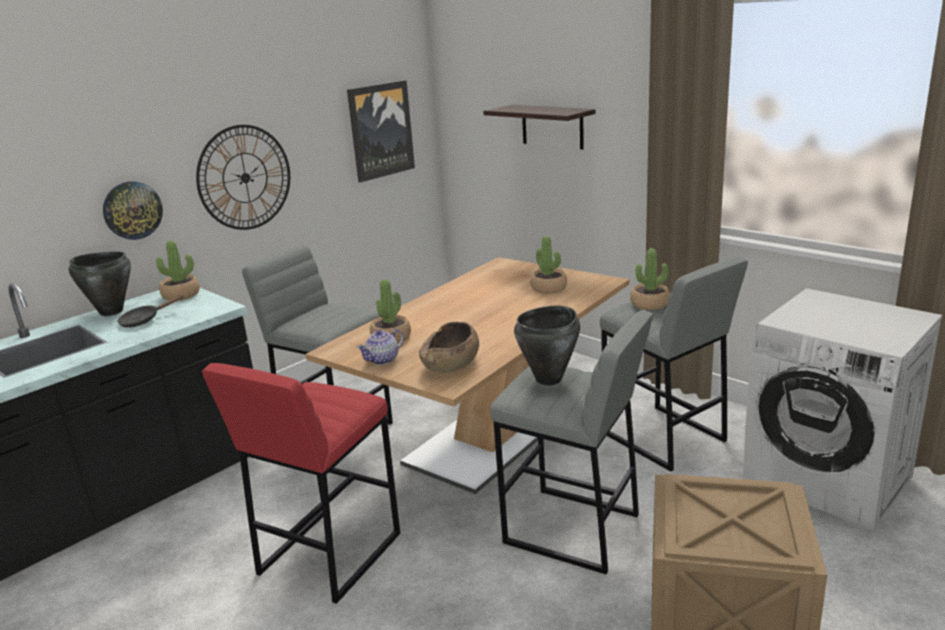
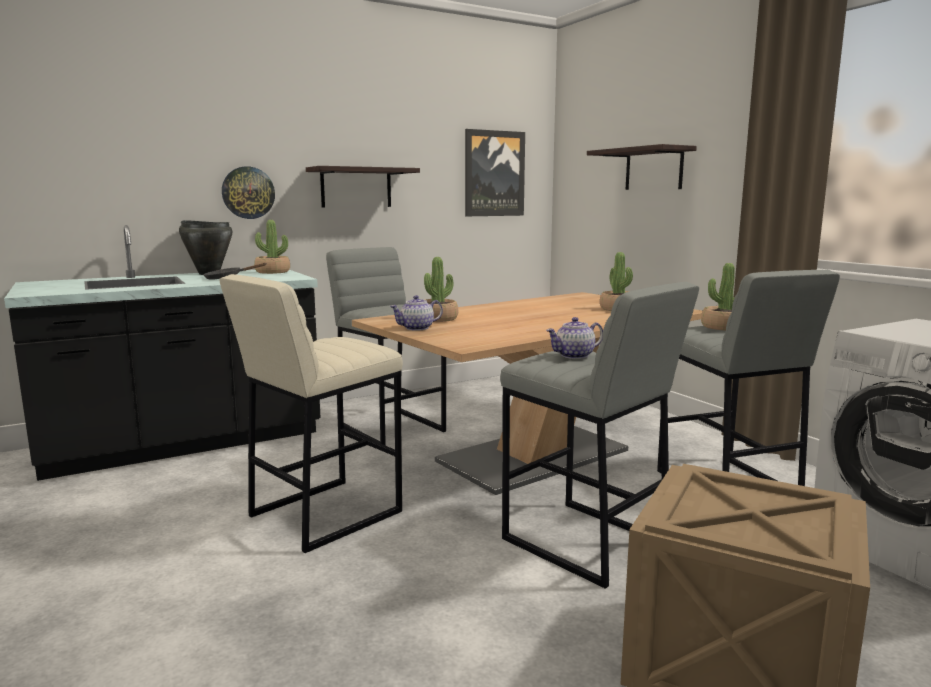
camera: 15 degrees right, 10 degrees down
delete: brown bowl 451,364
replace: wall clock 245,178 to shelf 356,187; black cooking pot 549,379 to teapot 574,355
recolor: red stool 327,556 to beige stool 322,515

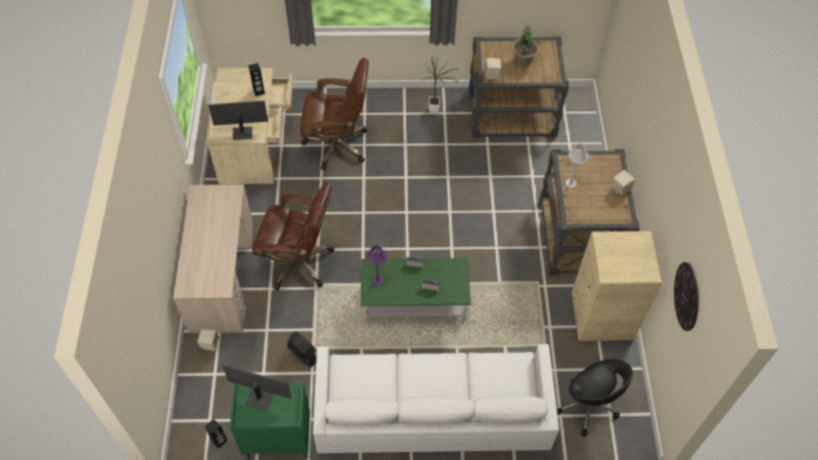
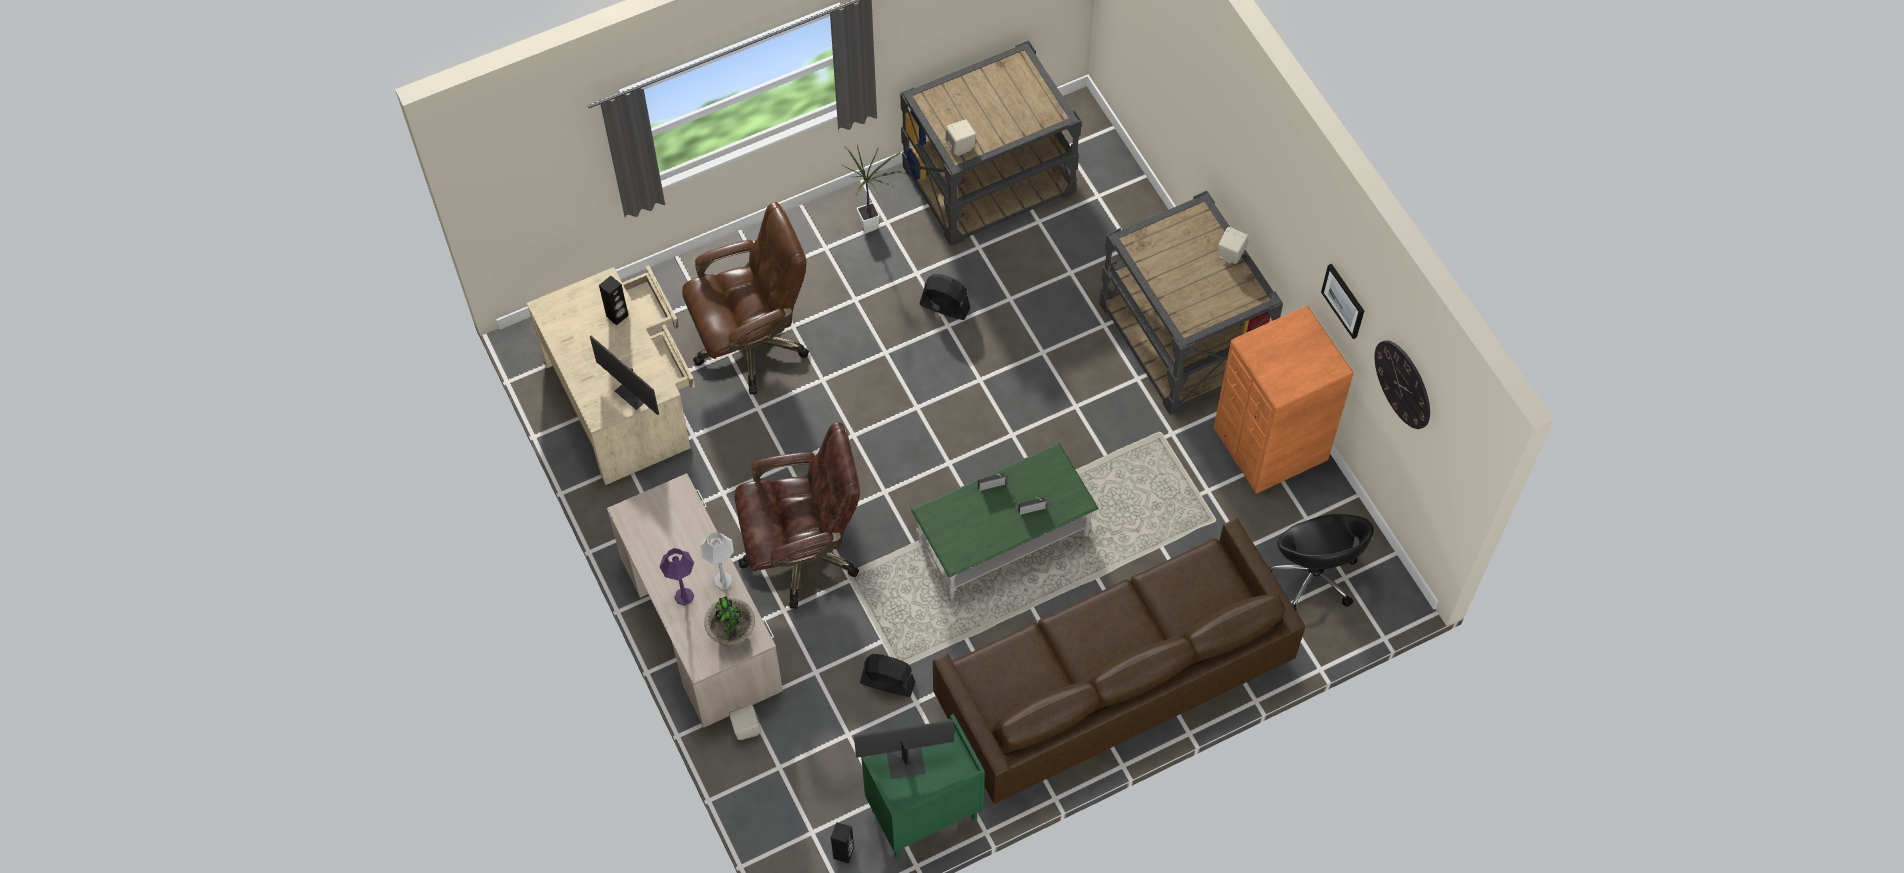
camera: 25 degrees left, 5 degrees up
insert: black fan 944,306; picture 1344,300
move: purple table lamp 377,280 to 684,596; grey table lamp 570,183 to 723,581; potted plant 523,60 to 732,634
recolor: white sofa 432,414 to brown sofa 1112,684; beige dresser 601,316 to orange dresser 1270,444
rotate: monitor 242,132 = 634,393 105 degrees counterclockwise; black office chair 588,407 = 1312,579 45 degrees clockwise

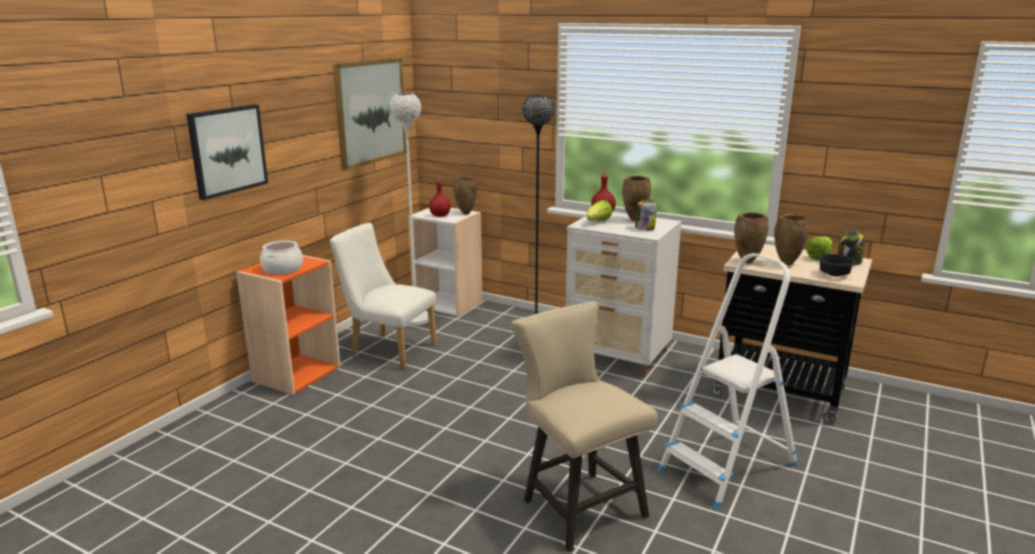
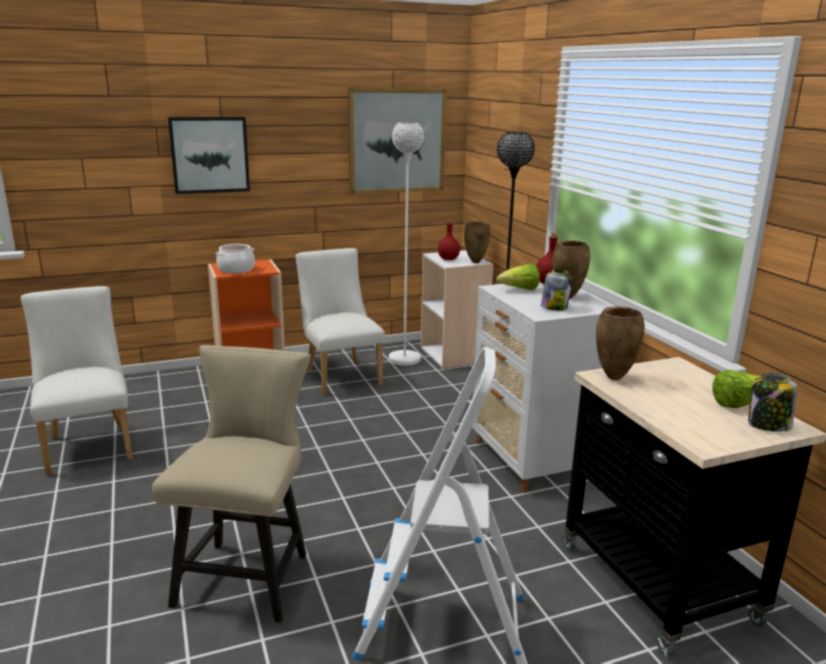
camera: 40 degrees right, 0 degrees up
delete: brown vase 786,264; black bowl 834,274
insert: white chair 89,444

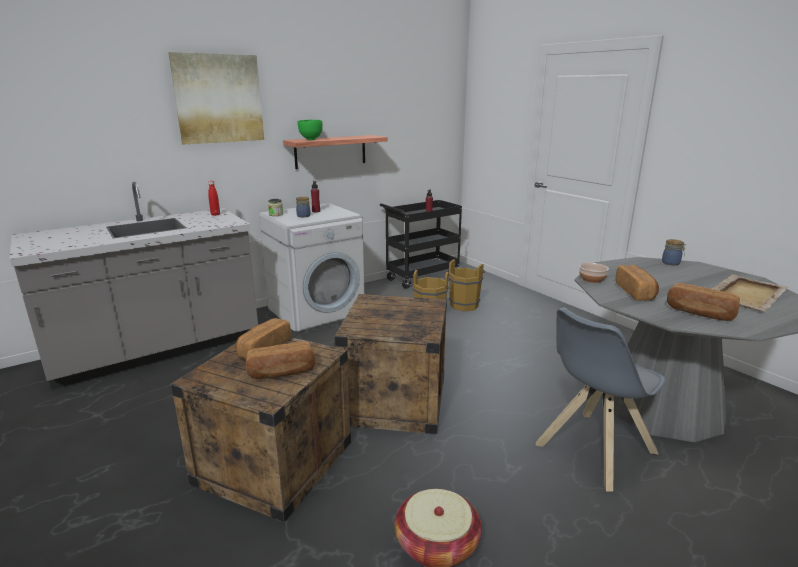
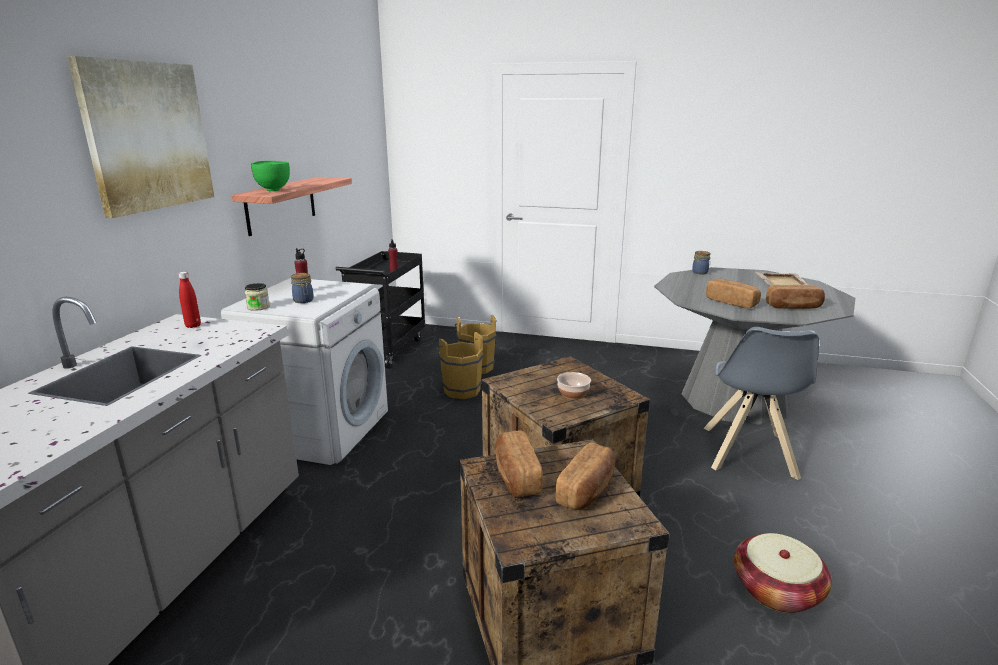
camera: 40 degrees left, 0 degrees up
move: bowl 591,279 to 572,394

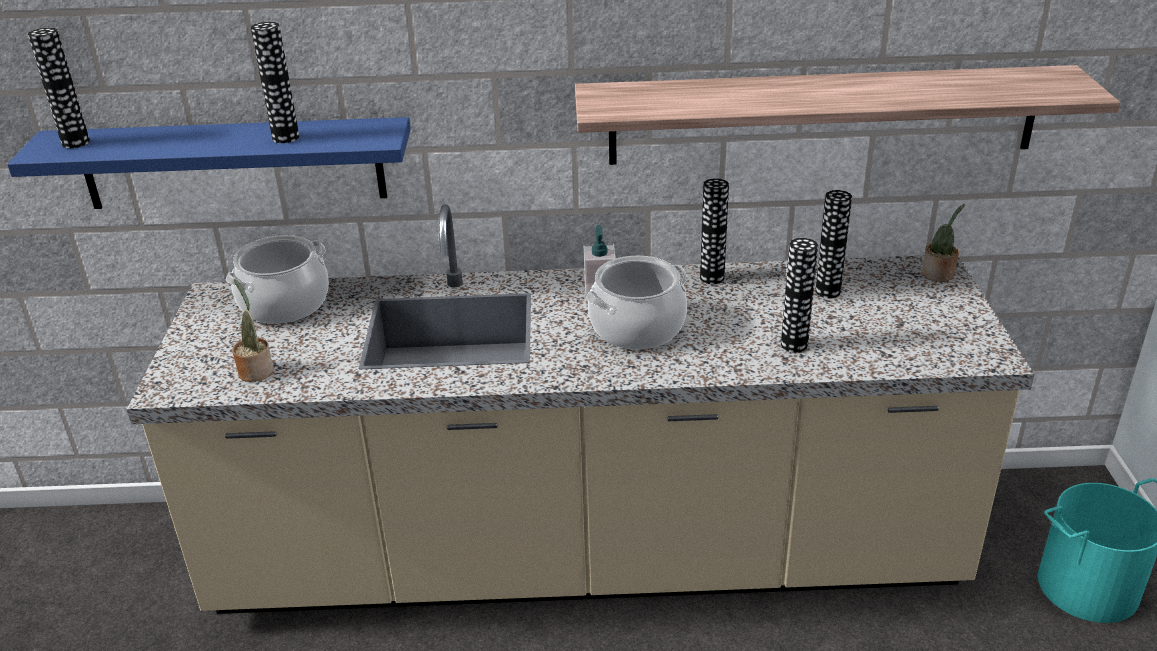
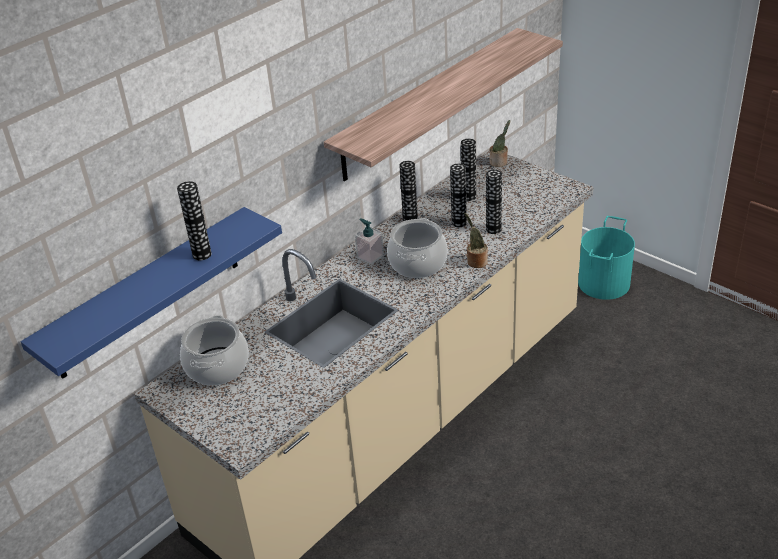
camera: 45 degrees left, 5 degrees up
move: vase 75,143 to 459,223; potted plant 256,370 to 475,261

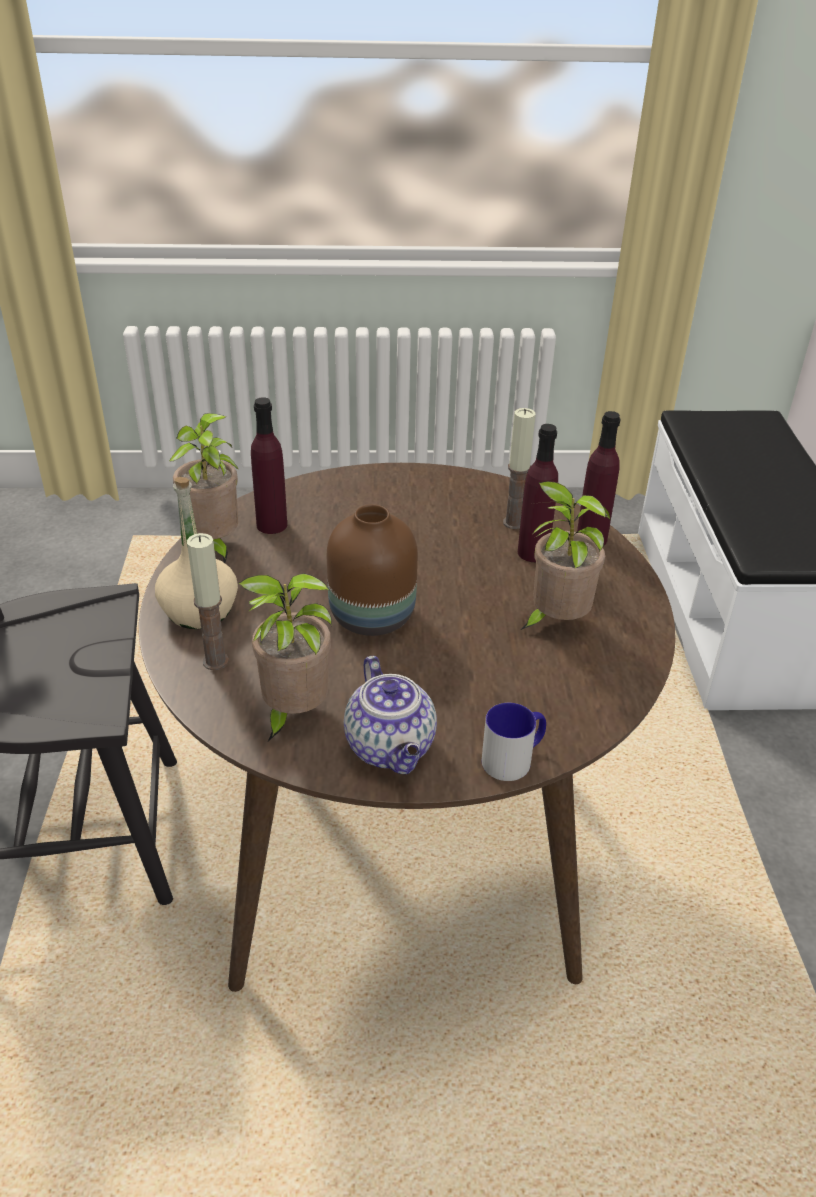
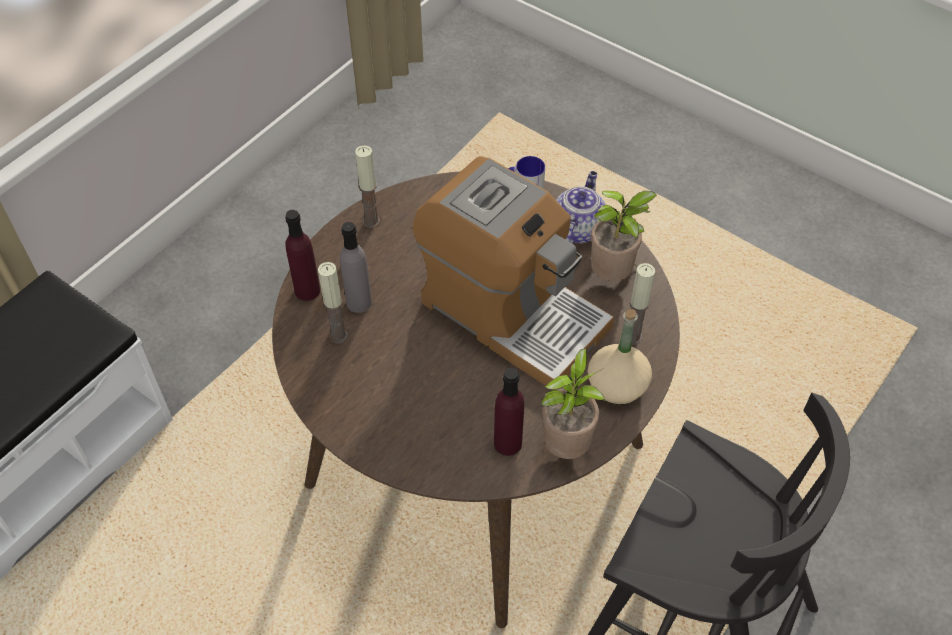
camera: 140 degrees left, 15 degrees up
delete: potted plant 554,622
insert: candle 371,221
replace: brown vase 374,617 to coffee machine 512,313
recolor: purple bottle 533,553 to grey bottle 359,302

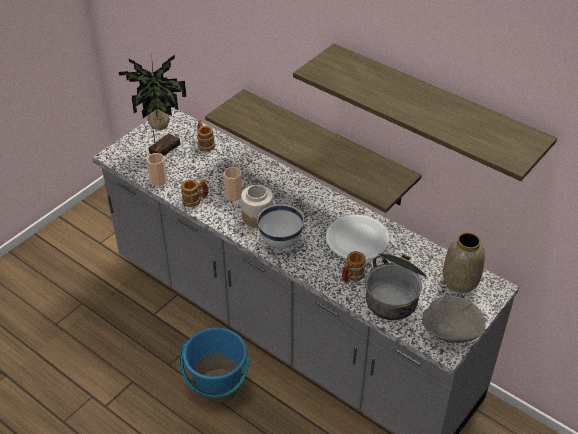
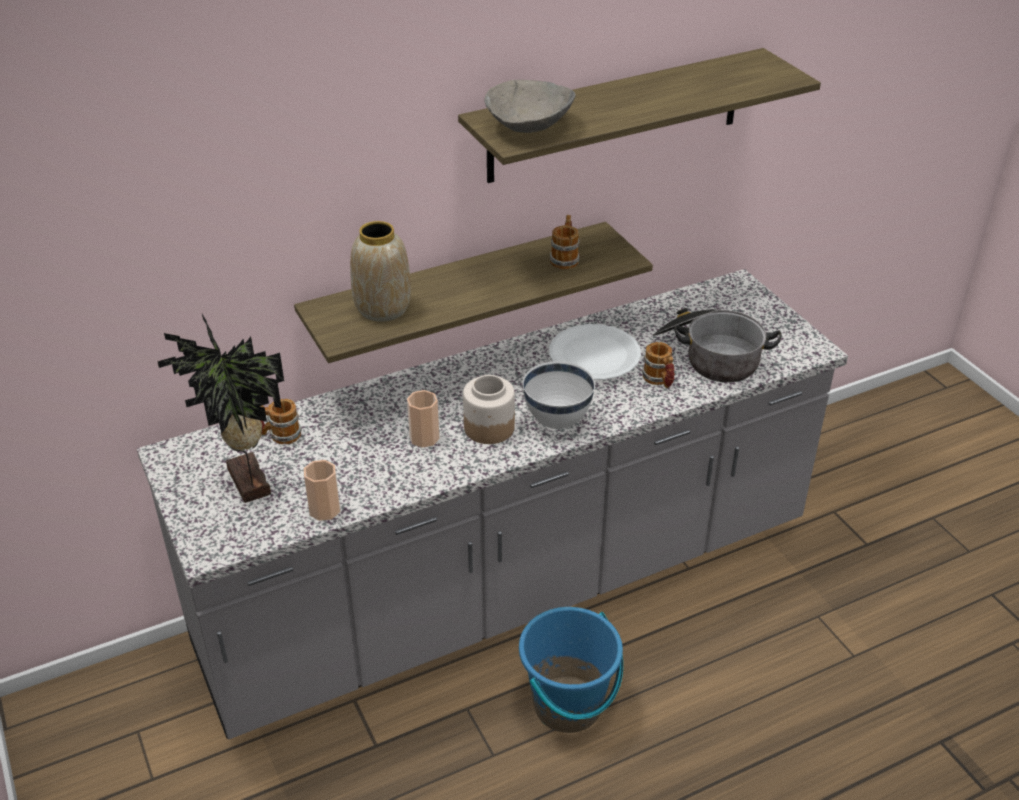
camera: 65 degrees left, 5 degrees down
move: vase 460,281 to 382,308; grey bowl 451,332 to 529,127; mug 195,200 to 565,258

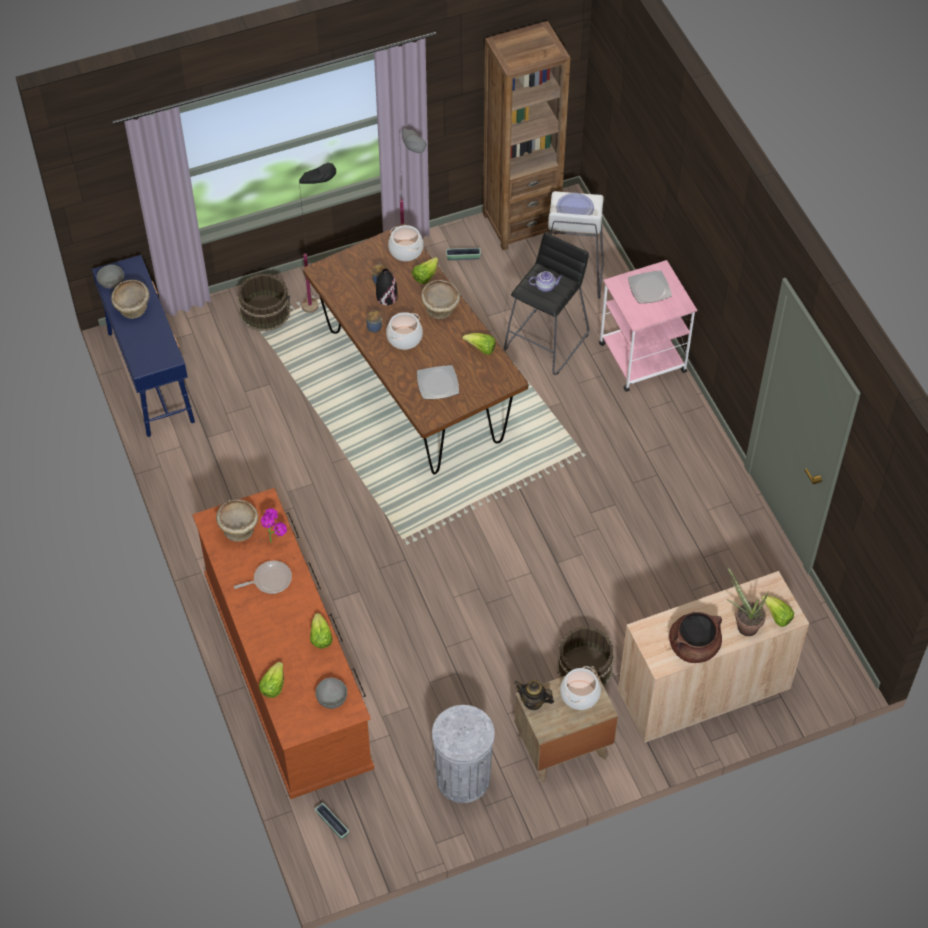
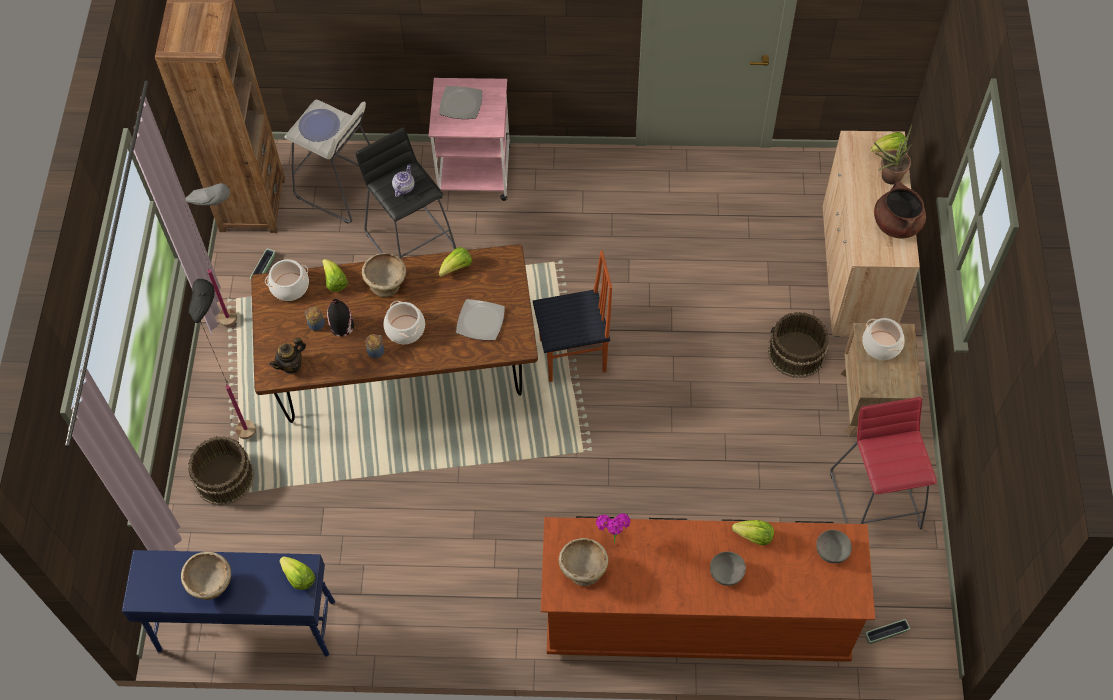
camera: 65 degrees left, 5 degrees up
delete: frying pan 270,580
insert: chair 573,356
move: teapot 533,702 to 291,365; lettuce 273,686 to 299,578; grey bowl 111,283 to 727,574
replace: grey trash can 463,778 to red stool 876,499

